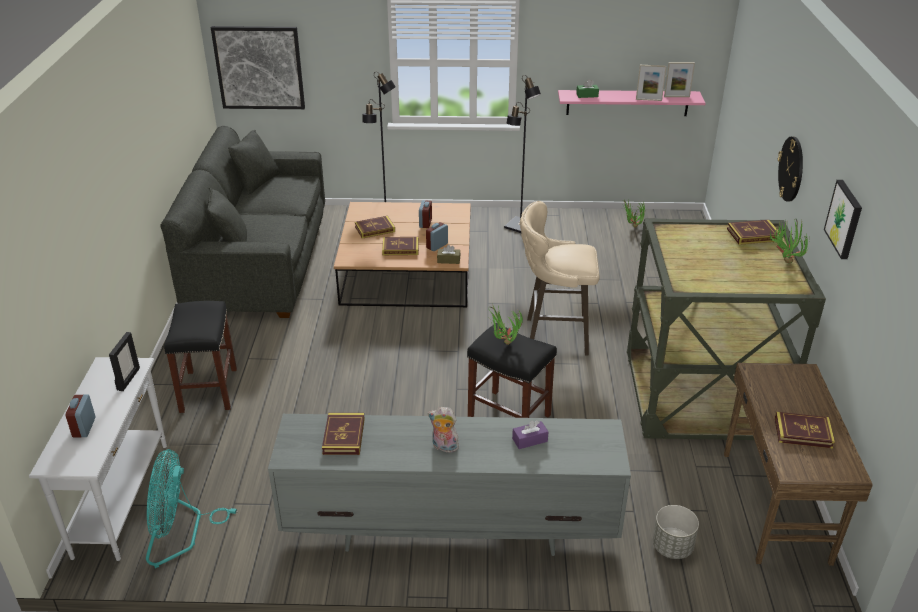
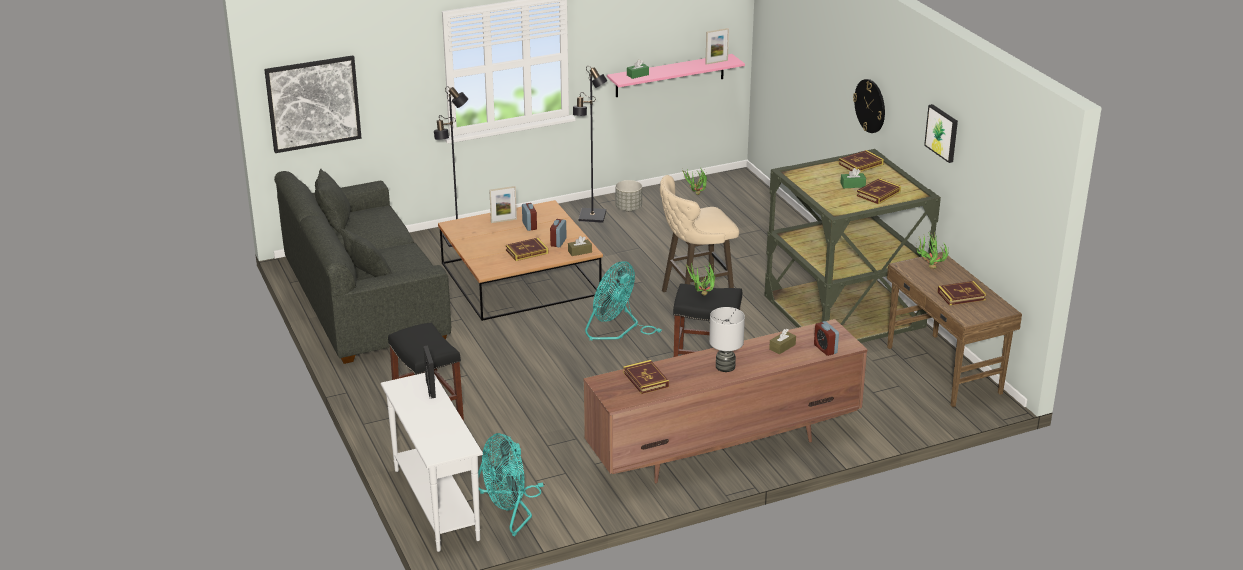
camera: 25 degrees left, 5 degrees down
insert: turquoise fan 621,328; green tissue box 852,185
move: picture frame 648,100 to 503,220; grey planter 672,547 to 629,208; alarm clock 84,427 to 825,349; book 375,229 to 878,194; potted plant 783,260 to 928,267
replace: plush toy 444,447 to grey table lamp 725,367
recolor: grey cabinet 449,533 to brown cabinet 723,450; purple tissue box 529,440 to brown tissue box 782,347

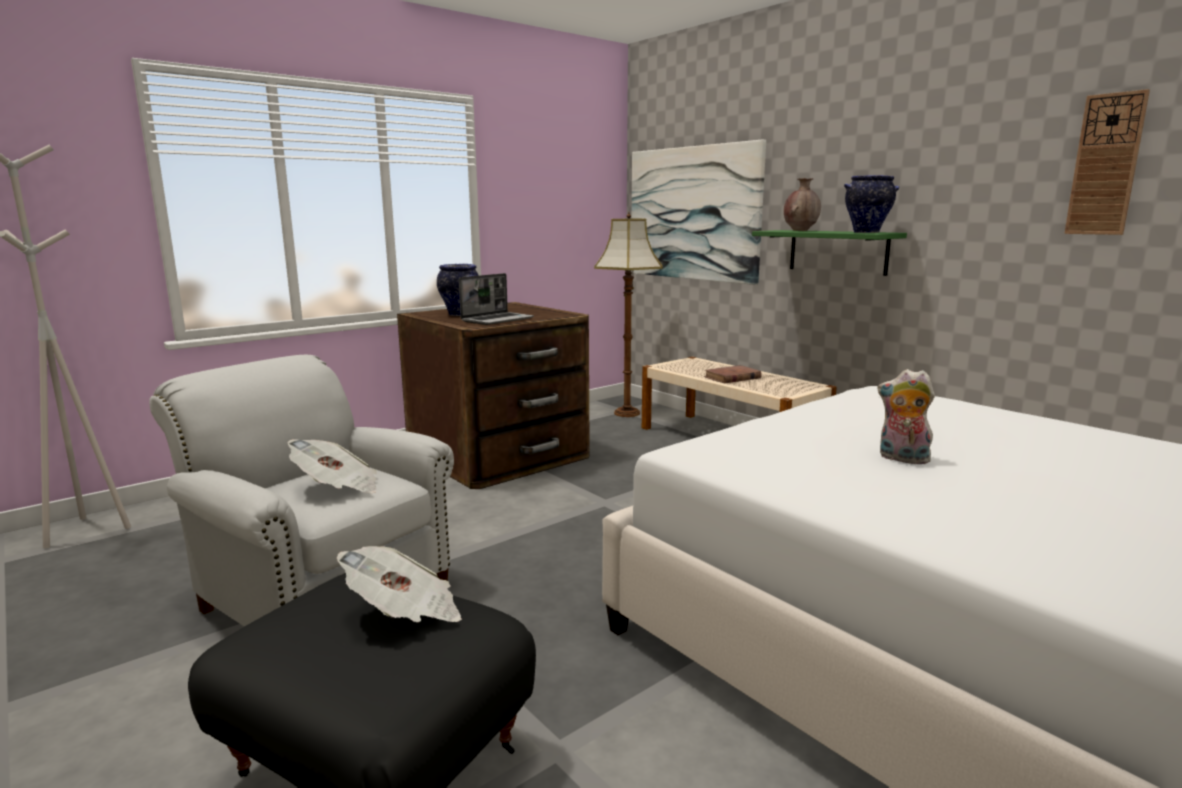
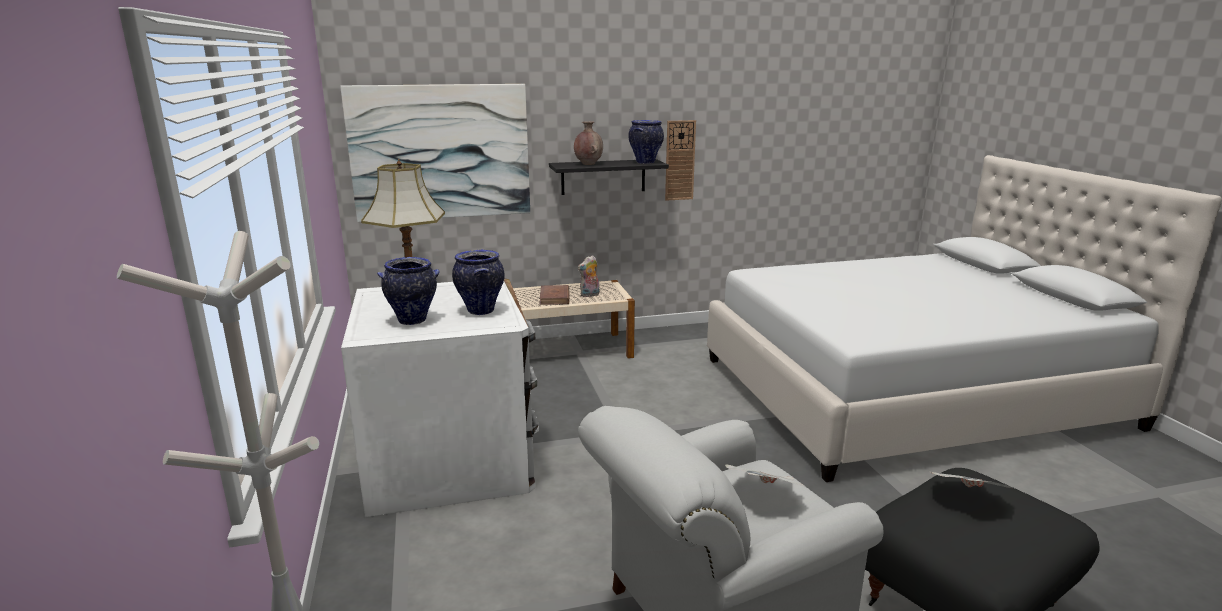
camera: 65 degrees left, 5 degrees up
move: plush toy 901,459 to 590,295; wall clock 1105,165 to 680,160
replace: laptop 497,320 to vase 480,310
recolor: brown dresser 501,454 to white dresser 452,458; green shelf 837,251 to black shelf 603,177

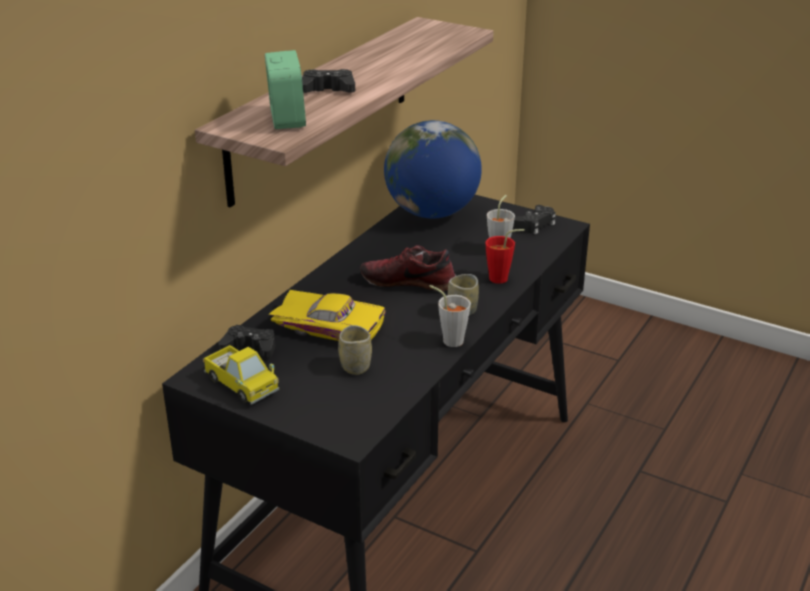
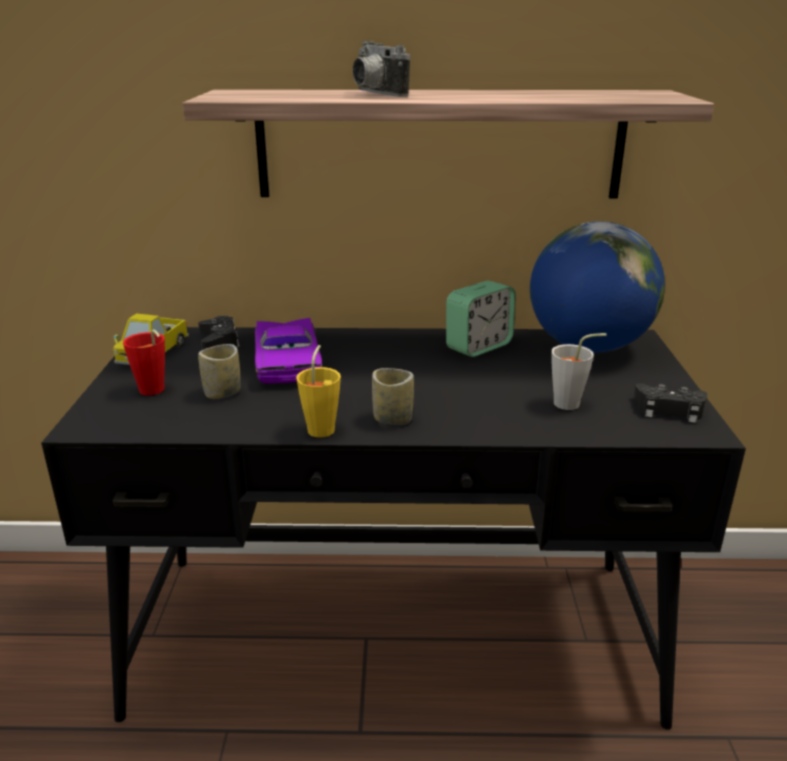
camera: 60 degrees right, 5 degrees down
delete: shoe 409,281
move: red cup 502,278 to 153,392; alarm clock 287,119 to 478,346
replace: black game controller 328,89 to photo camera 374,94
recolor: yellow toy car 330,325 to purple toy car 291,361; grey cup 449,339 to yellow cup 322,427

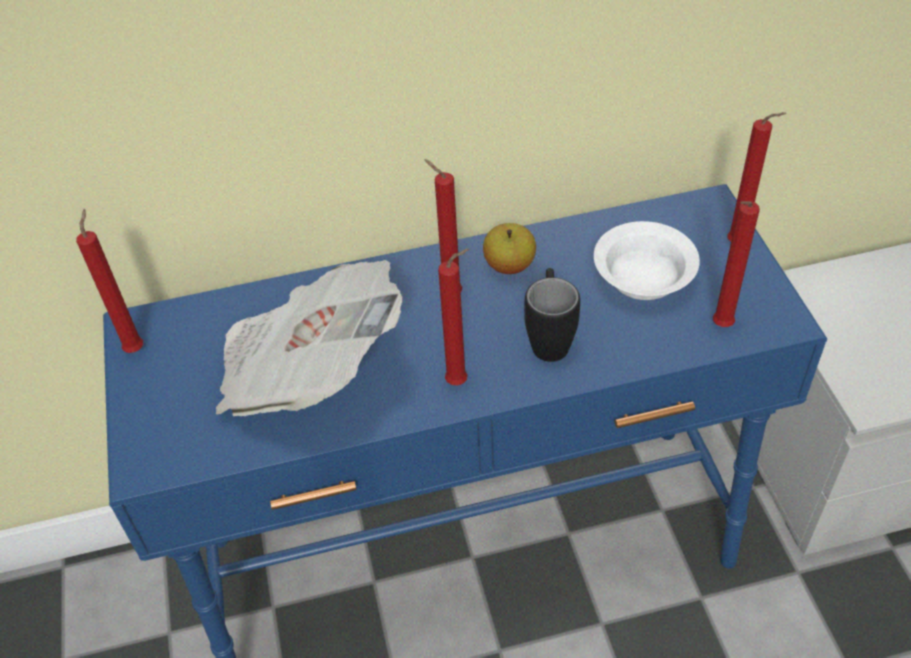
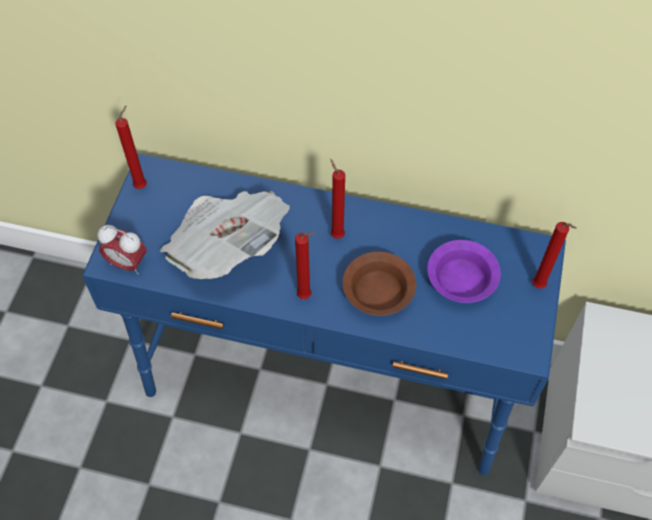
camera: 25 degrees right, 10 degrees up
delete: apple 509,265; red candle 719,327
insert: alarm clock 127,263
replace: black mug 549,337 to brown bowl 376,293
recolor: white bowl 642,279 to purple bowl 459,281

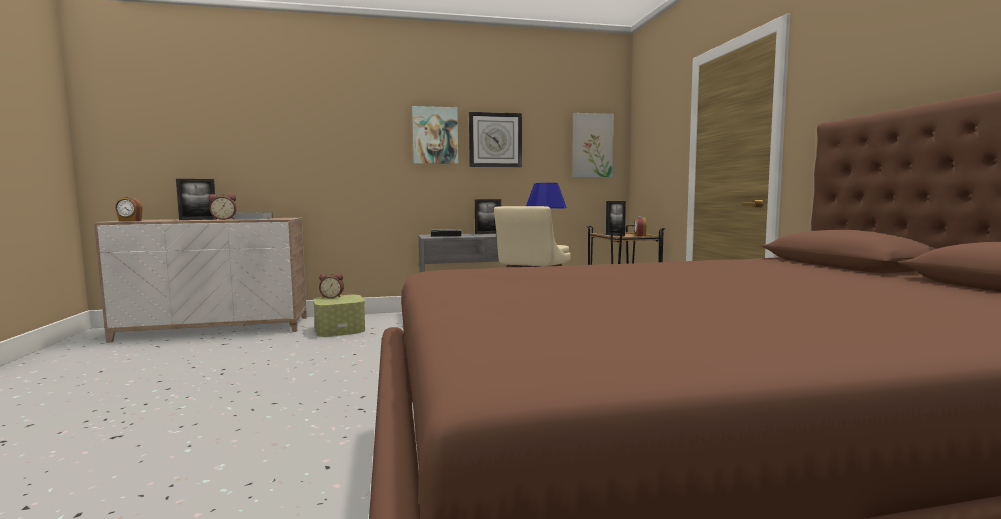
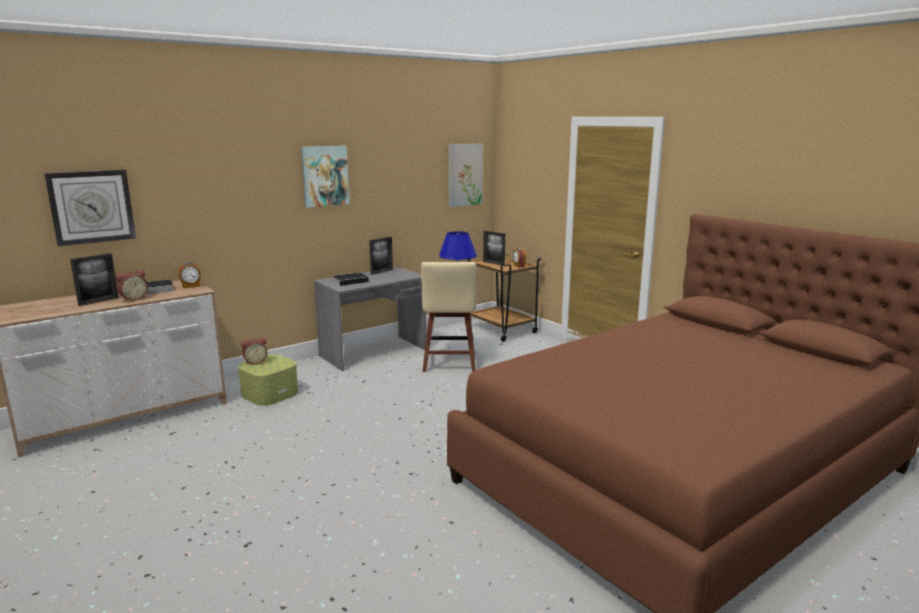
camera: 25 degrees left, 10 degrees up
move: wall clock 495,140 to 91,207; alarm clock 130,221 to 191,286

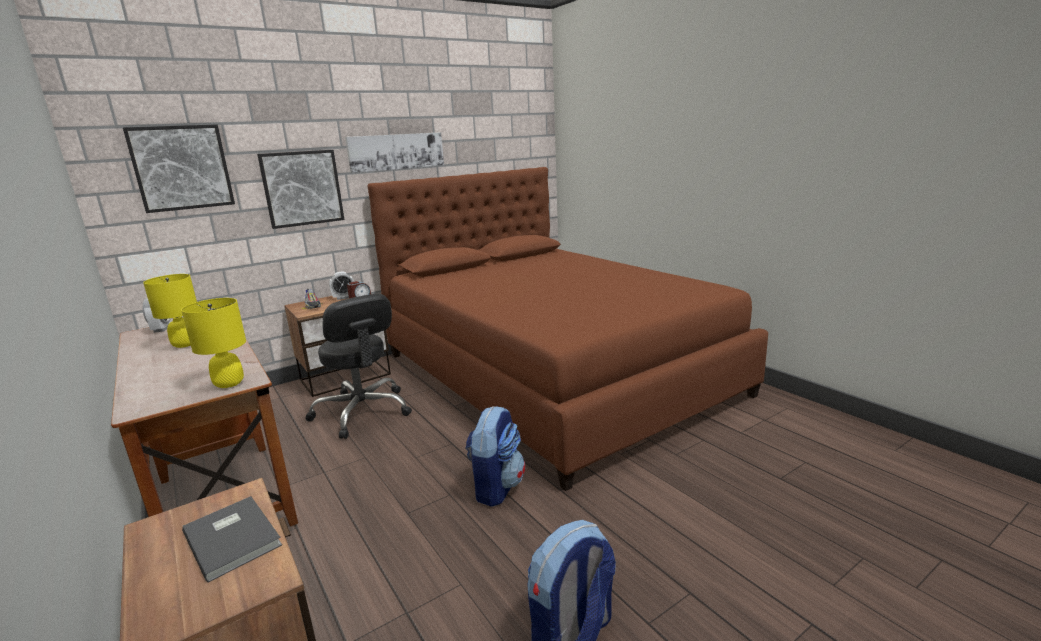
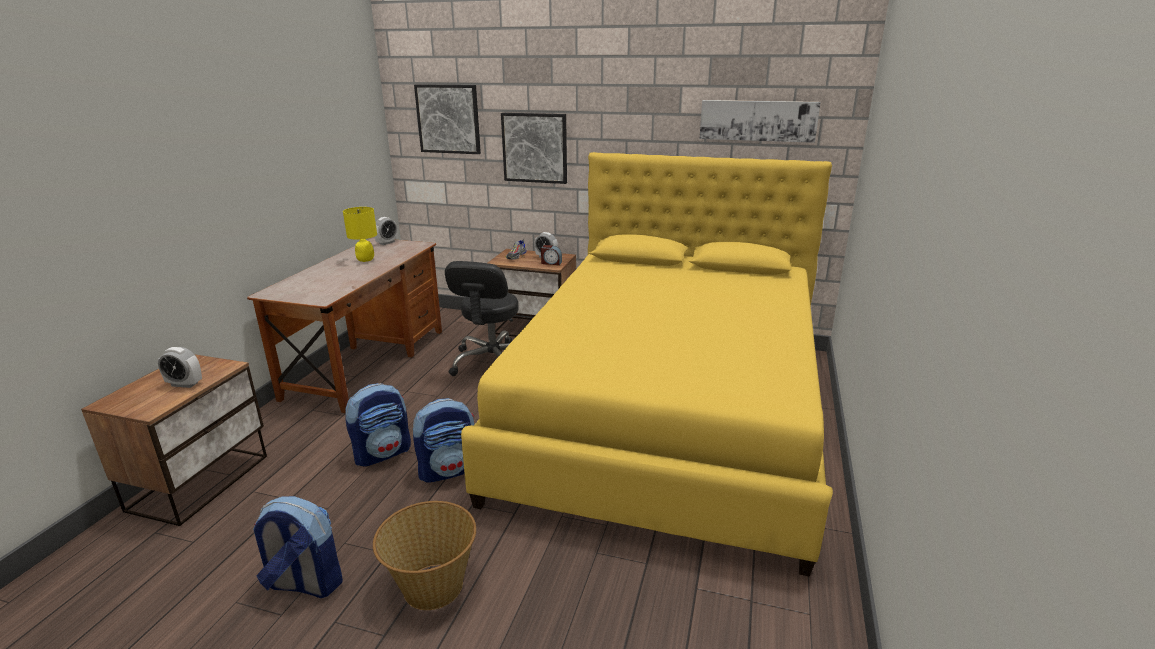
camera: 50 degrees right, 5 degrees up
delete: yellow table lamp 229,384
insert: backpack 383,453; basket 432,587
move: picture 396,152 to 758,120
replace: grey book 234,537 to alarm clock 184,384
recolor: brown bed 552,373 to yellow bed 669,413

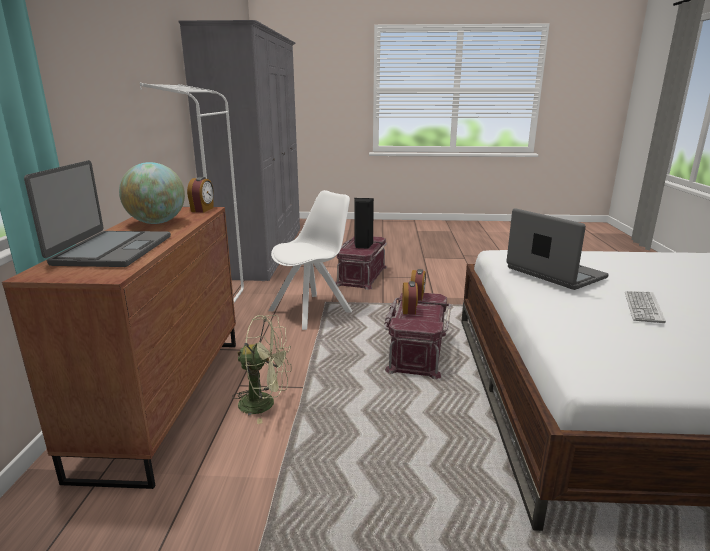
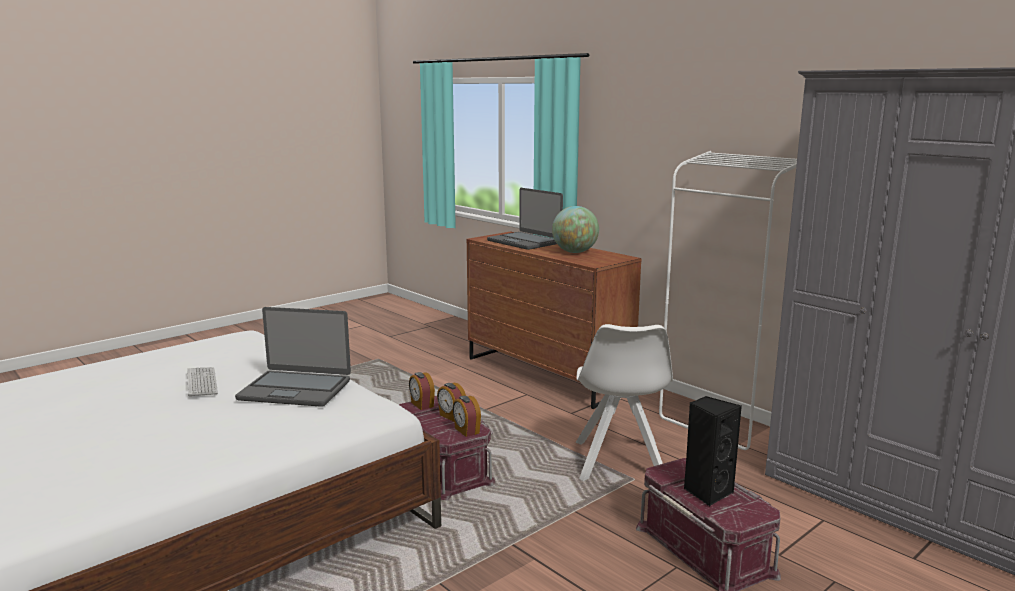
camera: 135 degrees right, 5 degrees down
delete: green fan 265,403
move: alarm clock 203,209 to 421,405

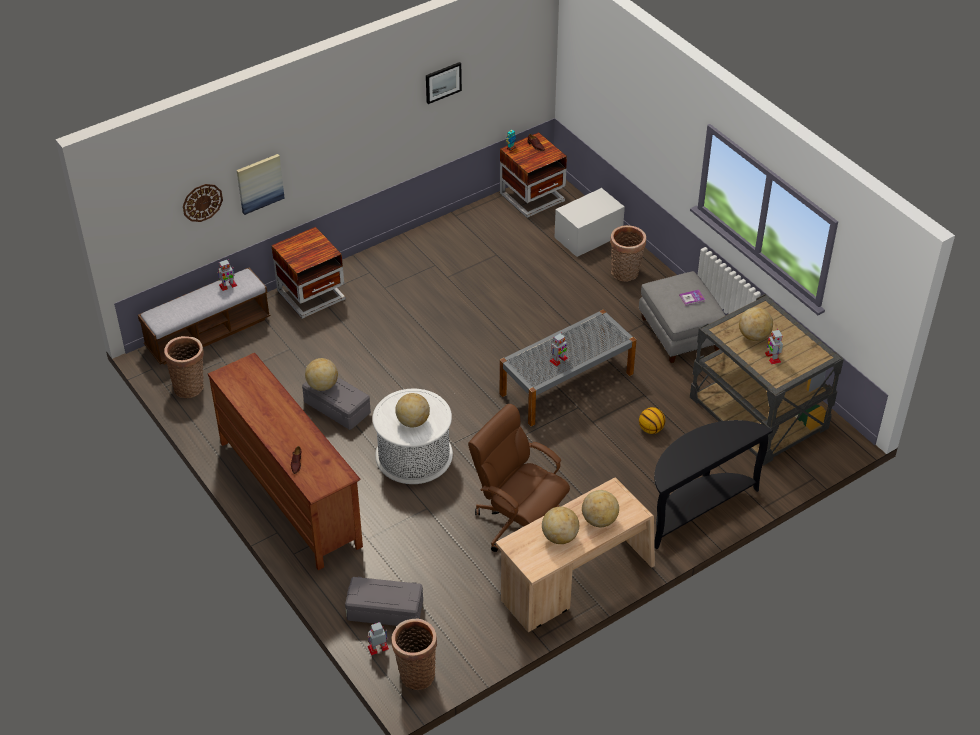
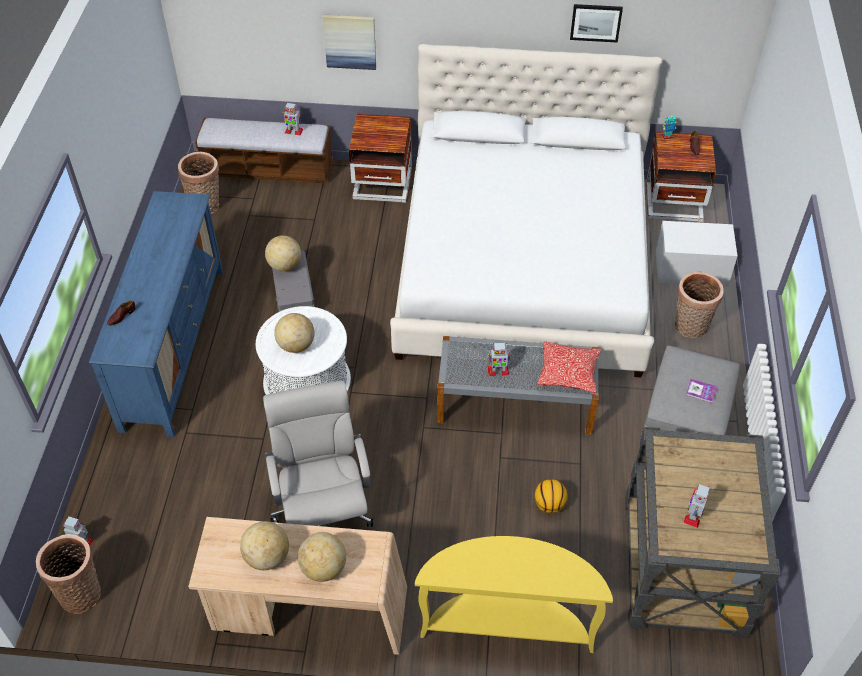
camera: 40 degrees right, 5 degrees up
delete: wall clock 202,202; grey storage box 384,611; globe 754,336
insert: white bed 523,264; pillow 568,373
recolor: brown dresser 290,493 to blue dresser 174,347; brown office chair 518,523 to grey office chair 323,510; black console table 696,508 to yellow console table 507,623

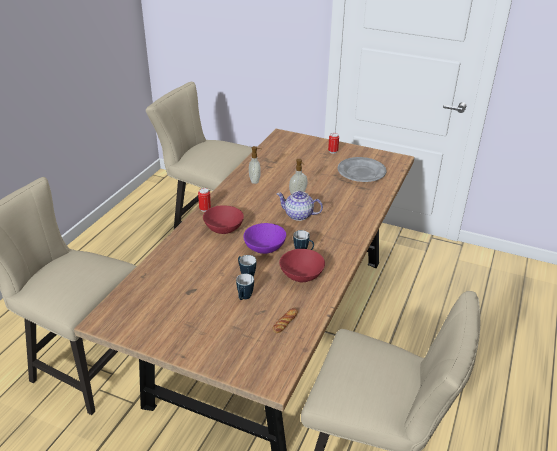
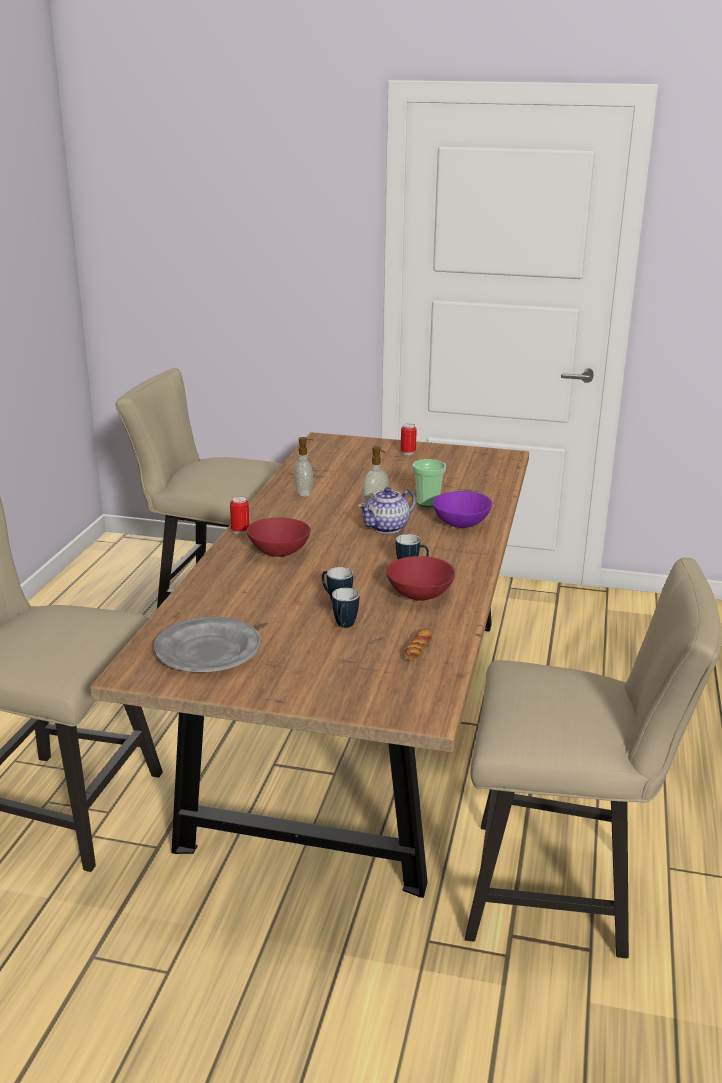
camera: 10 degrees left, 10 degrees down
insert: cup 427,503
move: grey plate 361,172 to 207,651; purple bowl 265,247 to 462,522
rotate: teapot 299,215 = 387,527 45 degrees counterclockwise

